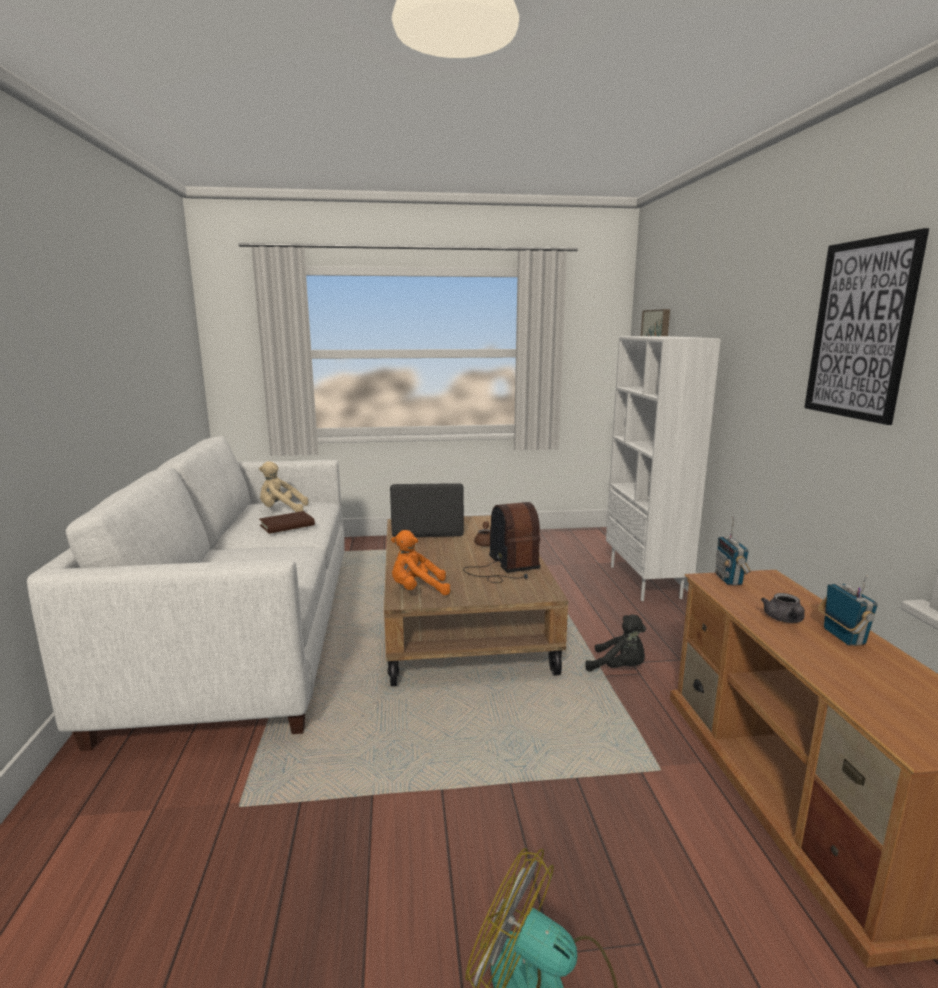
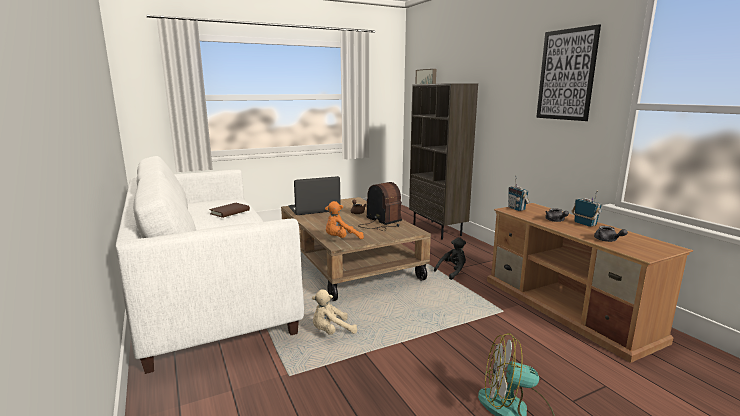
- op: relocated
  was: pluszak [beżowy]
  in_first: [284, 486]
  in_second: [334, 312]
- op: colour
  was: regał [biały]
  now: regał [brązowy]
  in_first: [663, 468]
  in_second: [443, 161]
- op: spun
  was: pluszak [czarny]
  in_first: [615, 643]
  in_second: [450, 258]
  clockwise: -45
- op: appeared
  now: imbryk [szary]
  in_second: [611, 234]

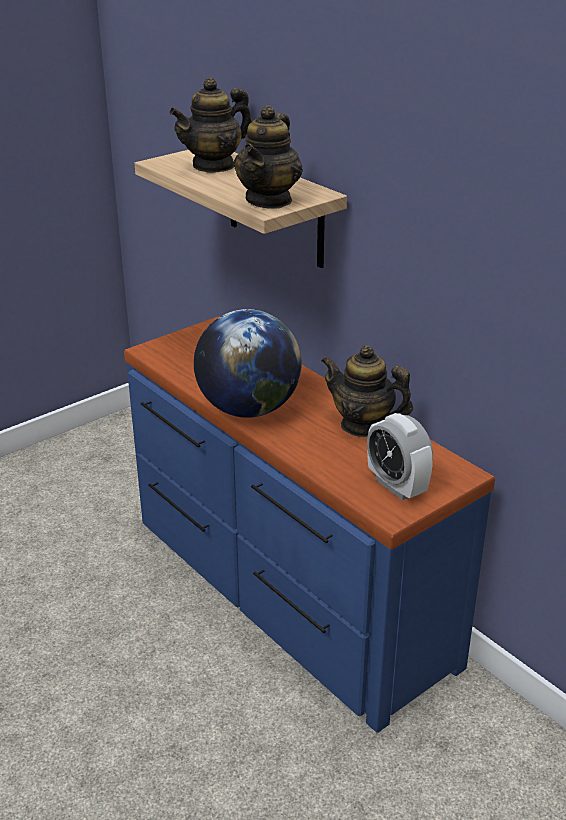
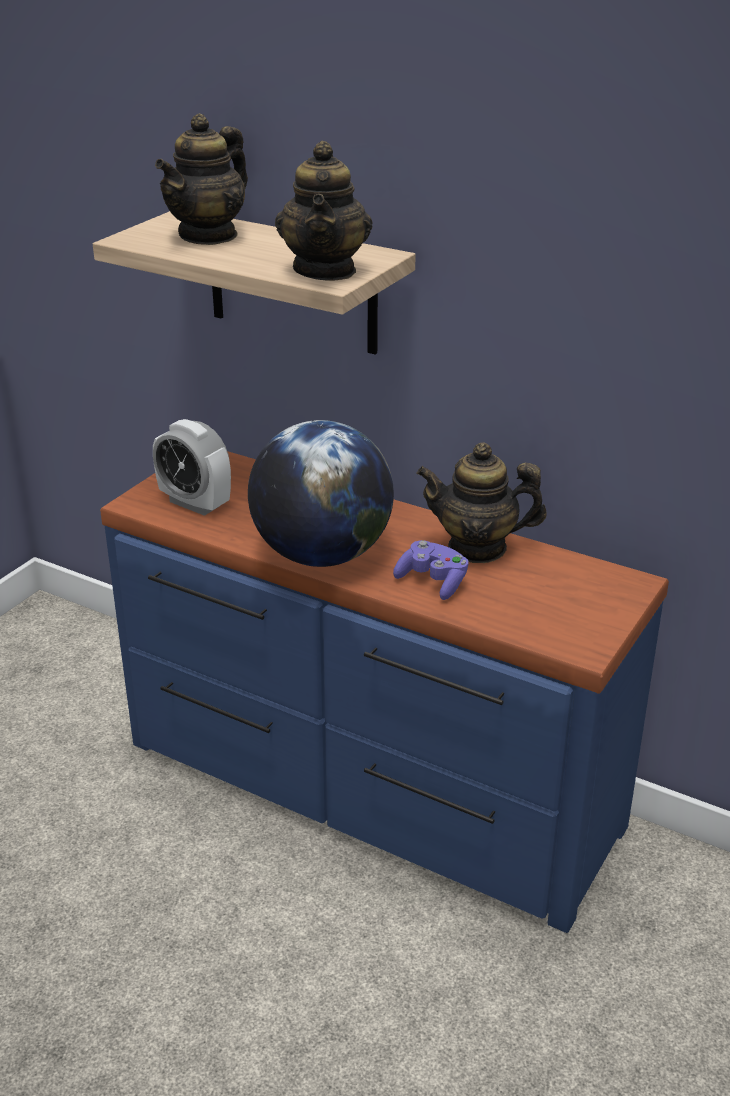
- op: relocated
  was: budzik
  in_first: [400, 456]
  in_second: [192, 467]
- op: appeared
  now: pad do gier [fioletowy]
  in_second: [431, 570]

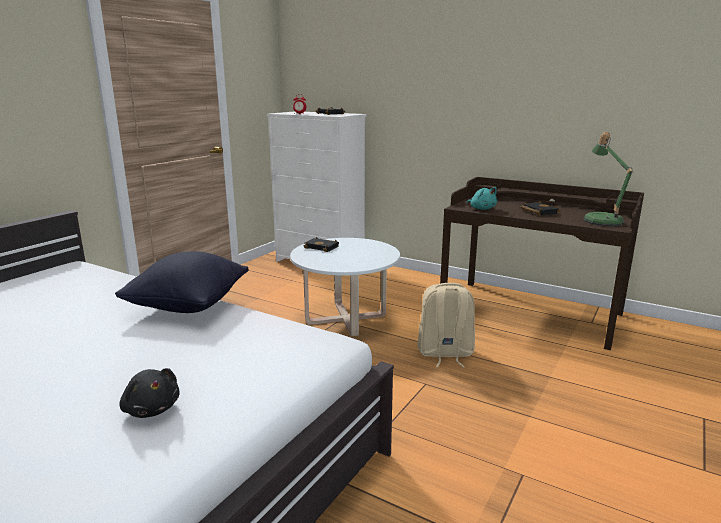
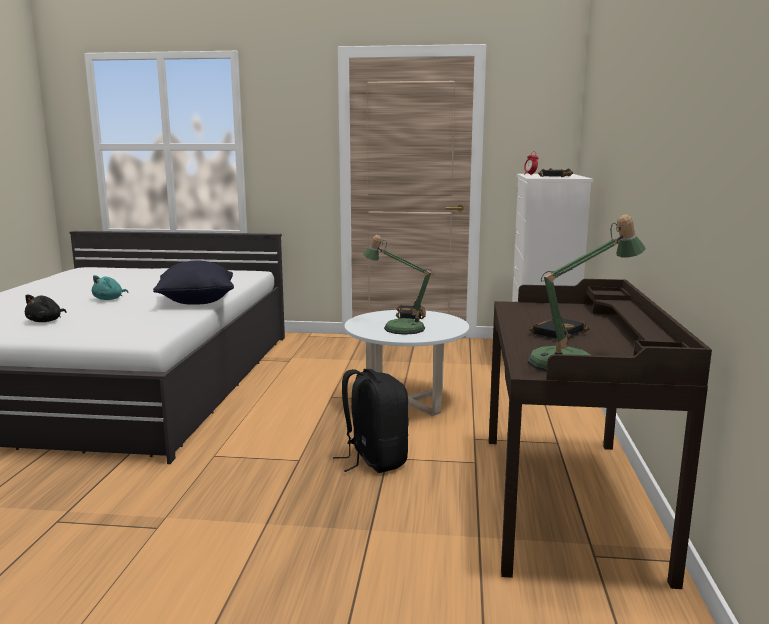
- op: relocated
  was: pluszak [turkusowy]
  in_first: [482, 198]
  in_second: [110, 287]
- op: colour
  was: plecak [beżowy]
  now: plecak [czarny]
  in_first: [446, 325]
  in_second: [371, 421]
- op: appeared
  now: lampa stołowa
  in_second: [398, 285]

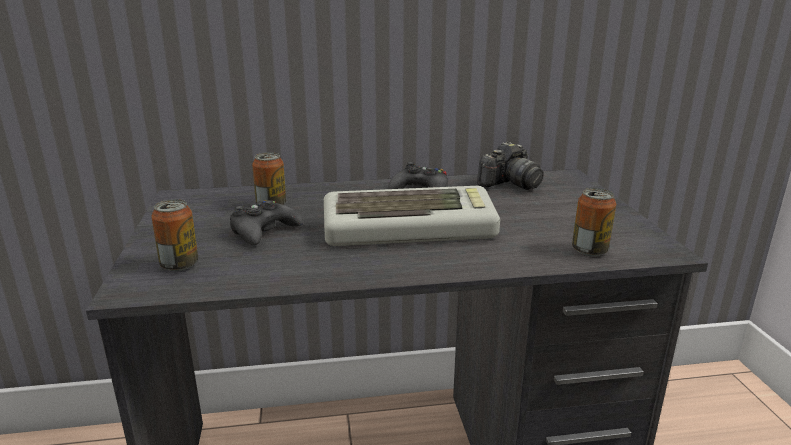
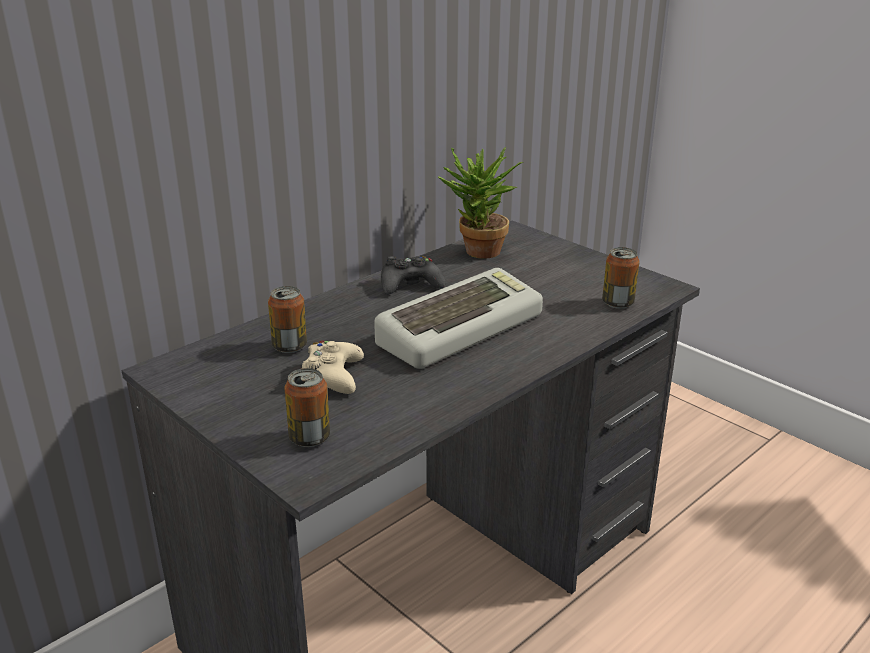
- op: colour
  was: pad do gier [czarny]
  now: pad do gier [beżowy]
  in_first: [266, 222]
  in_second: [333, 367]
- op: exchanged
  was: aparat fotograficzny
  now: roślina doniczkowa
  in_first: [510, 166]
  in_second: [480, 203]

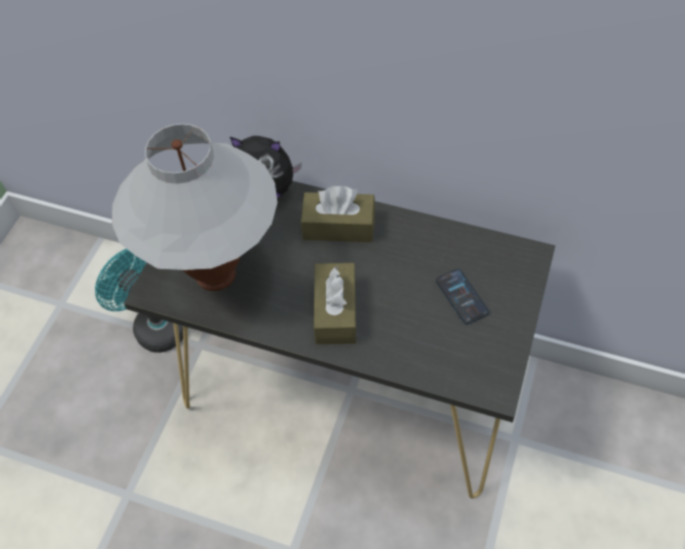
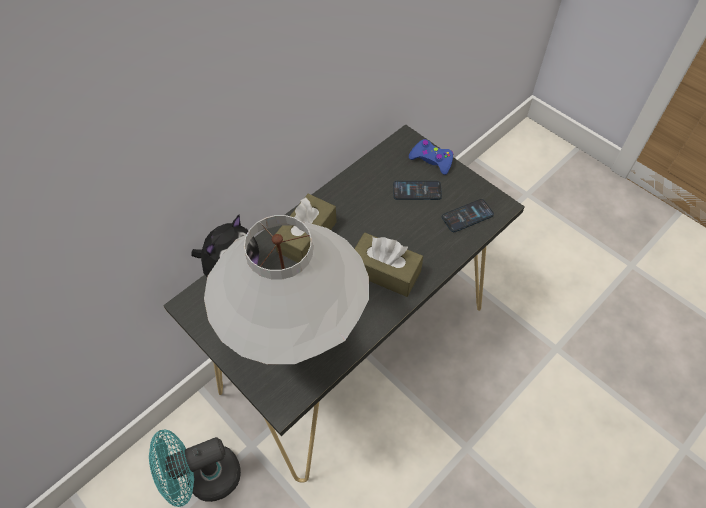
- op: appeared
  now: pad do gier [niebieski]
  in_second: [431, 157]
- op: appeared
  now: telefon
  in_second: [468, 215]

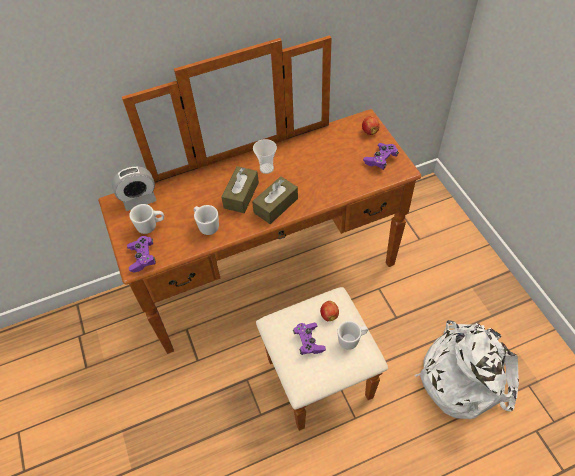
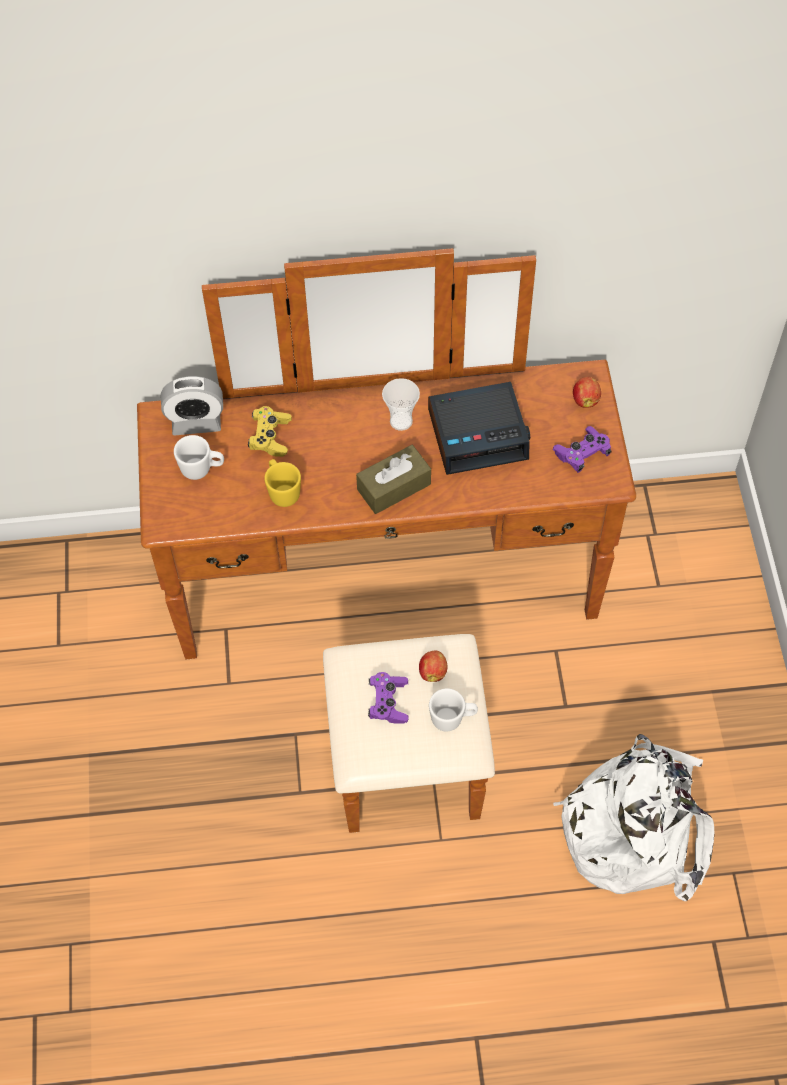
- op: appeared
  now: pad do gier [żółty]
  in_second: [270, 431]
- op: colour
  was: kubek [biały]
  now: kubek [żółty]
  in_first: [206, 220]
  in_second: [282, 483]
- op: appeared
  now: budzik
  in_second: [479, 428]
- op: missing
  was: pad do gier [fioletowy]
  in_first: [141, 254]
- op: missing
  was: pudełko chusteczek [brązowy]
  in_first: [240, 189]

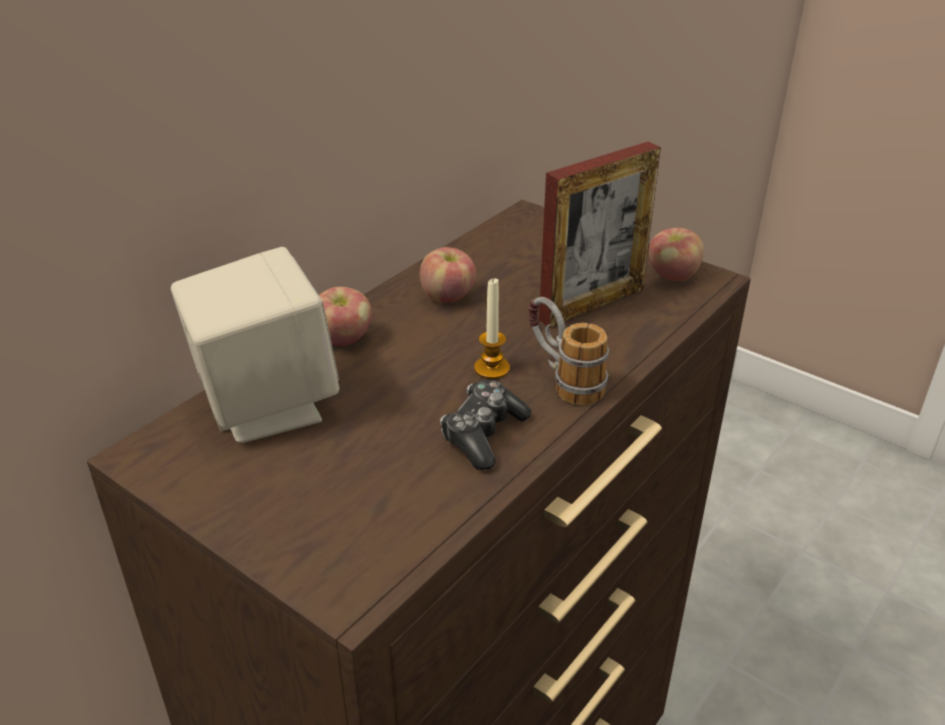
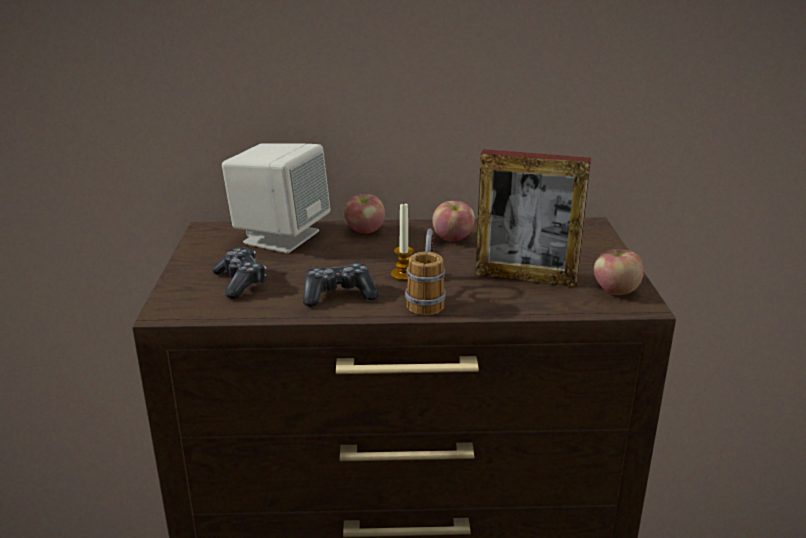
- op: appeared
  now: pad do gier
  in_second: [239, 273]

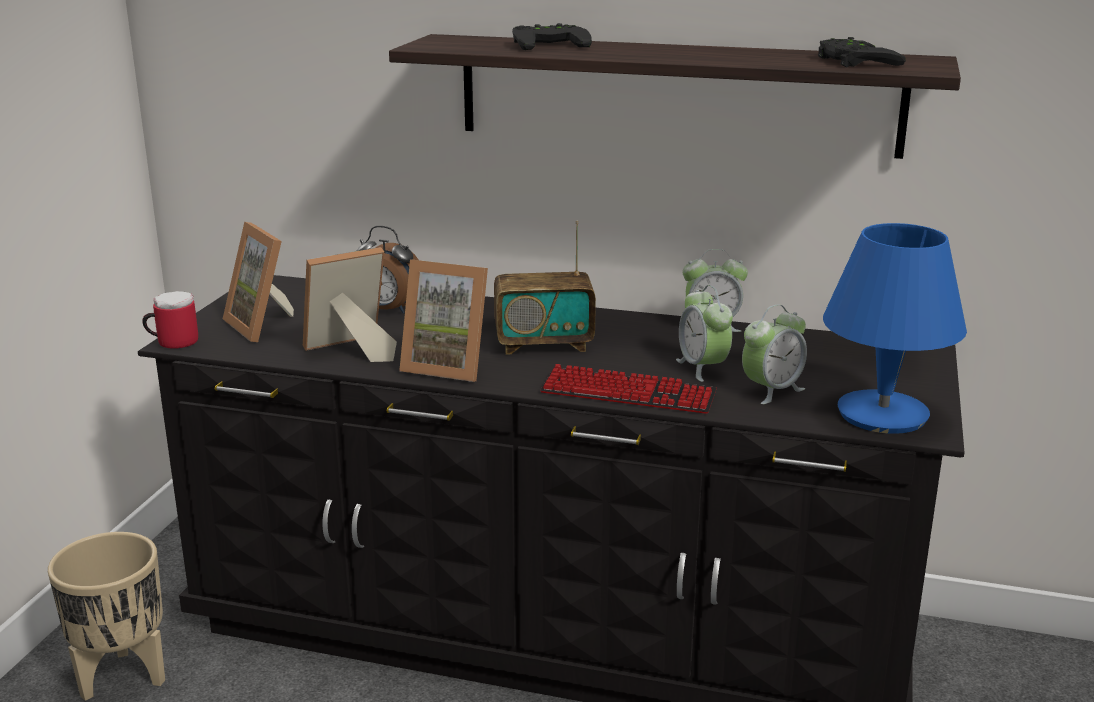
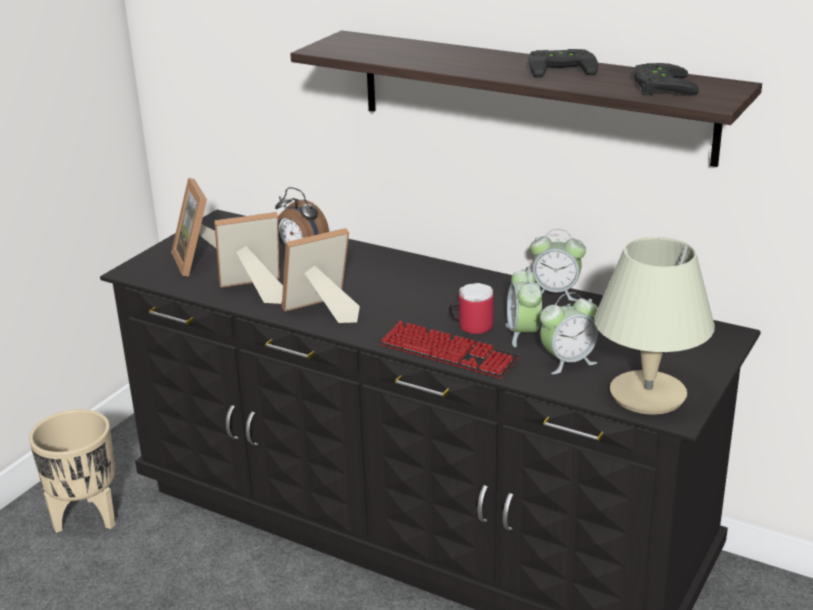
- op: spun
  was: ramka na zdjęcie
  in_first: [443, 321]
  in_second: [321, 275]
  clockwise: 120
- op: relocated
  was: kubek
  in_first: [170, 320]
  in_second: [471, 308]
- op: relocated
  was: pad do gier [czarny]
  in_first: [552, 36]
  in_second: [563, 63]
- op: colour
  was: lampa stołowa [niebieski]
  now: lampa stołowa [beżowy]
  in_first: [895, 328]
  in_second: [654, 325]
- op: missing
  was: radio
  in_first: [545, 288]

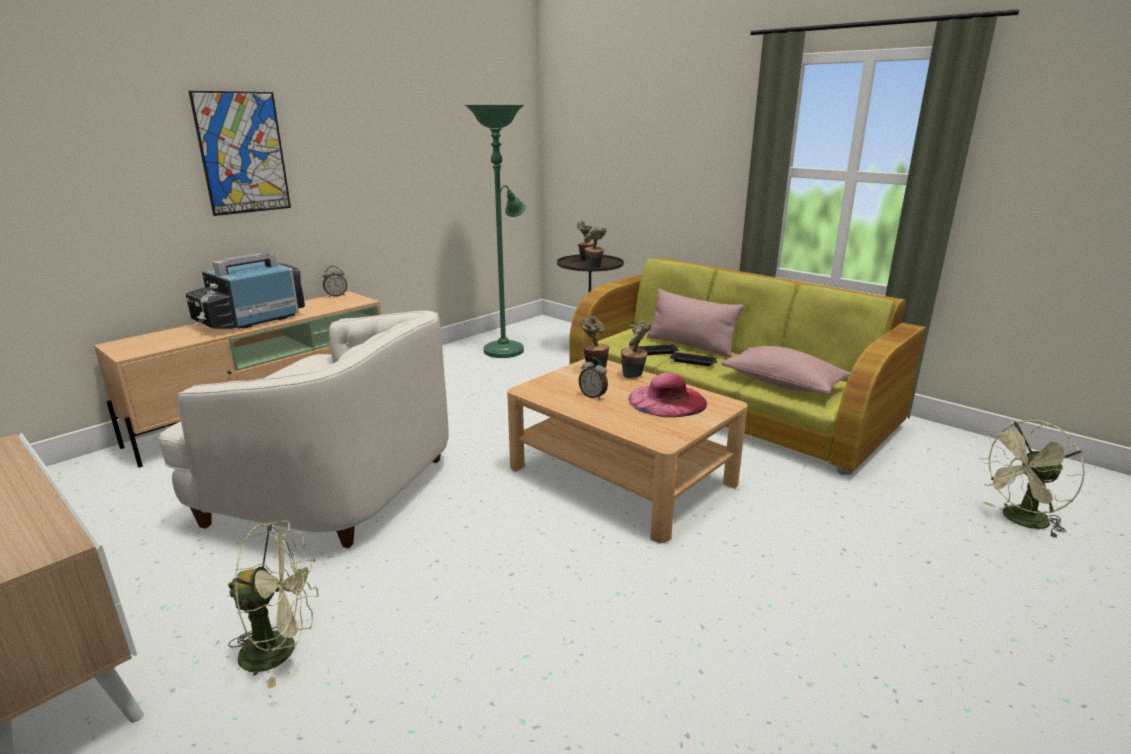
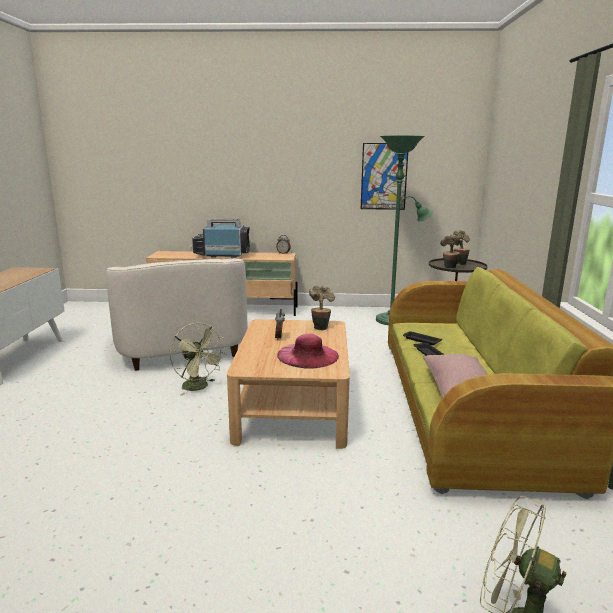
- op: relocated
  was: wentylator [zielony]
  in_first: [273, 605]
  in_second: [198, 359]
- op: relocated
  was: obraz
  in_first: [240, 153]
  in_second: [384, 176]
- op: missing
  was: roślina doniczkowa
  in_first: [636, 349]
- op: missing
  was: poduszka [różowy]
  in_first: [695, 323]

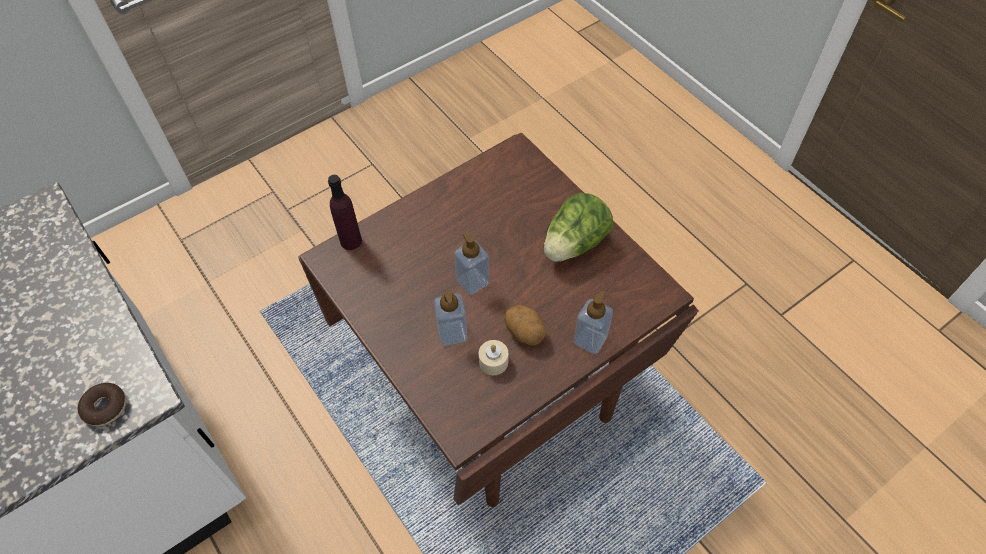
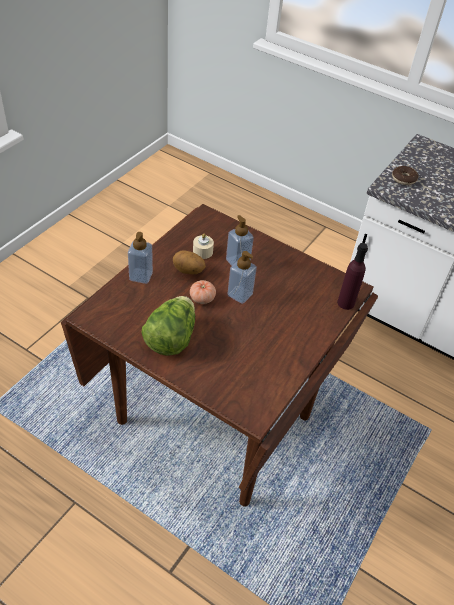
- op: appeared
  now: pomidor
  in_second: [203, 292]

